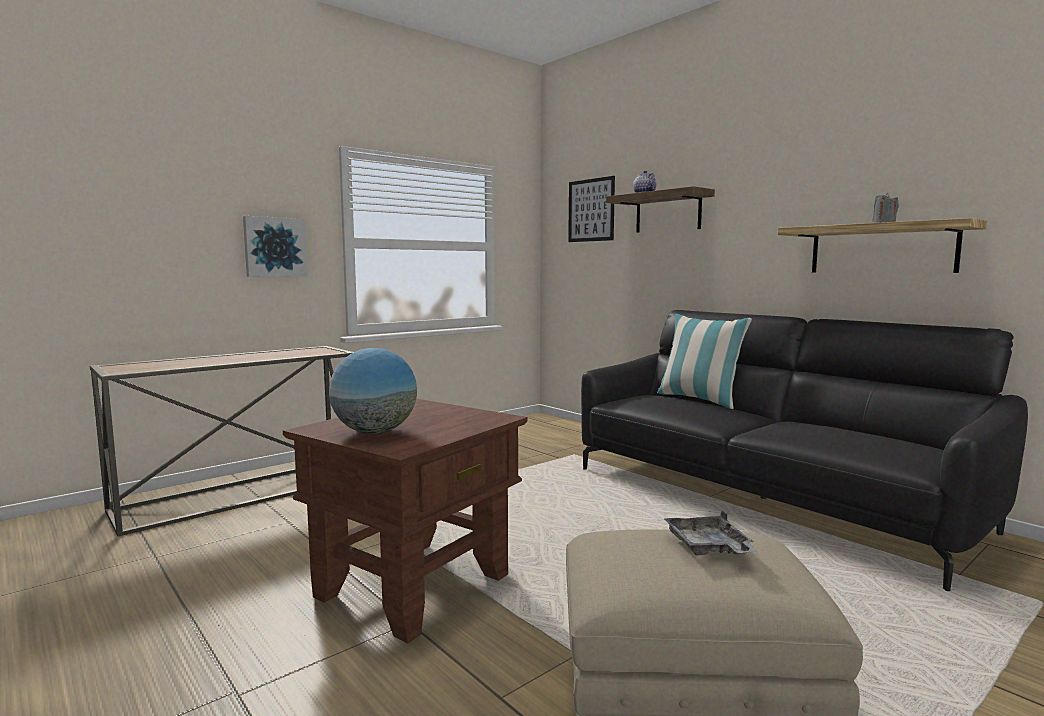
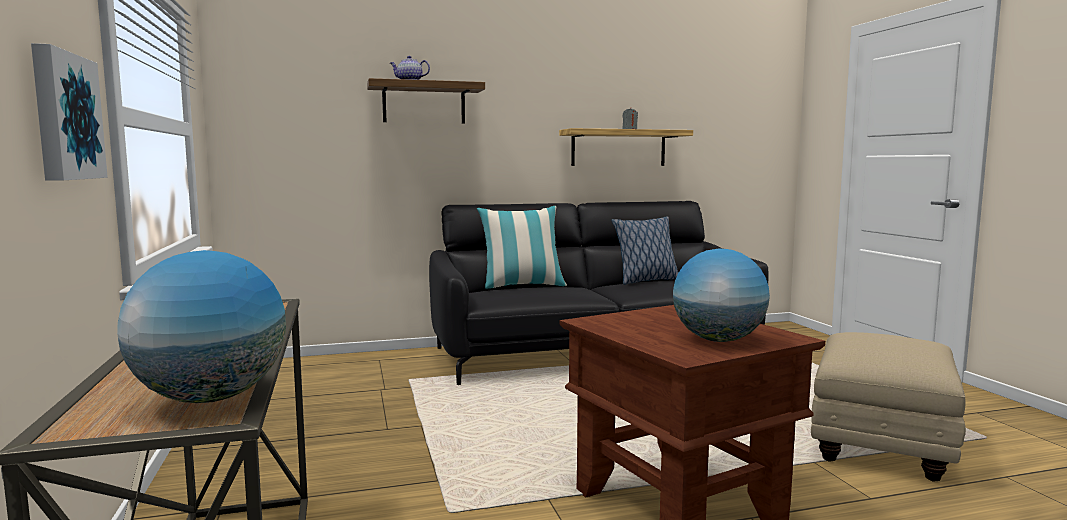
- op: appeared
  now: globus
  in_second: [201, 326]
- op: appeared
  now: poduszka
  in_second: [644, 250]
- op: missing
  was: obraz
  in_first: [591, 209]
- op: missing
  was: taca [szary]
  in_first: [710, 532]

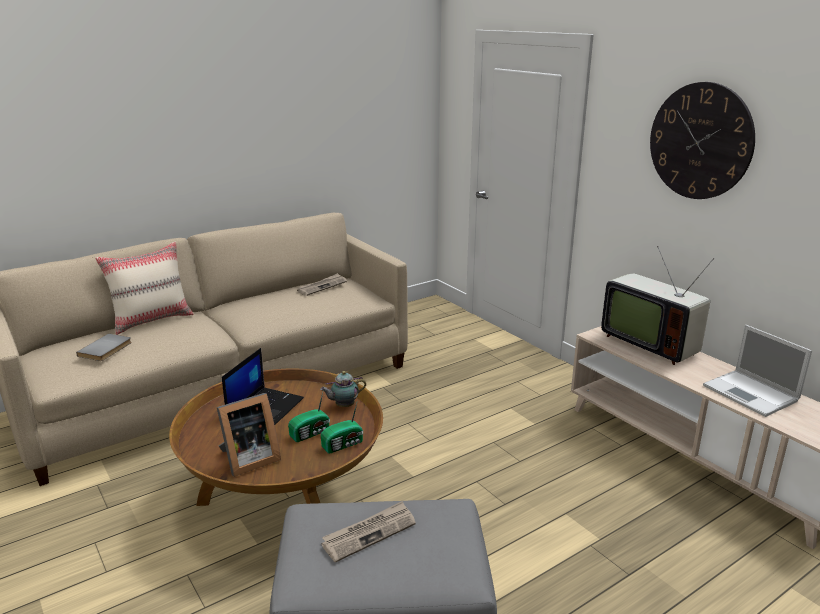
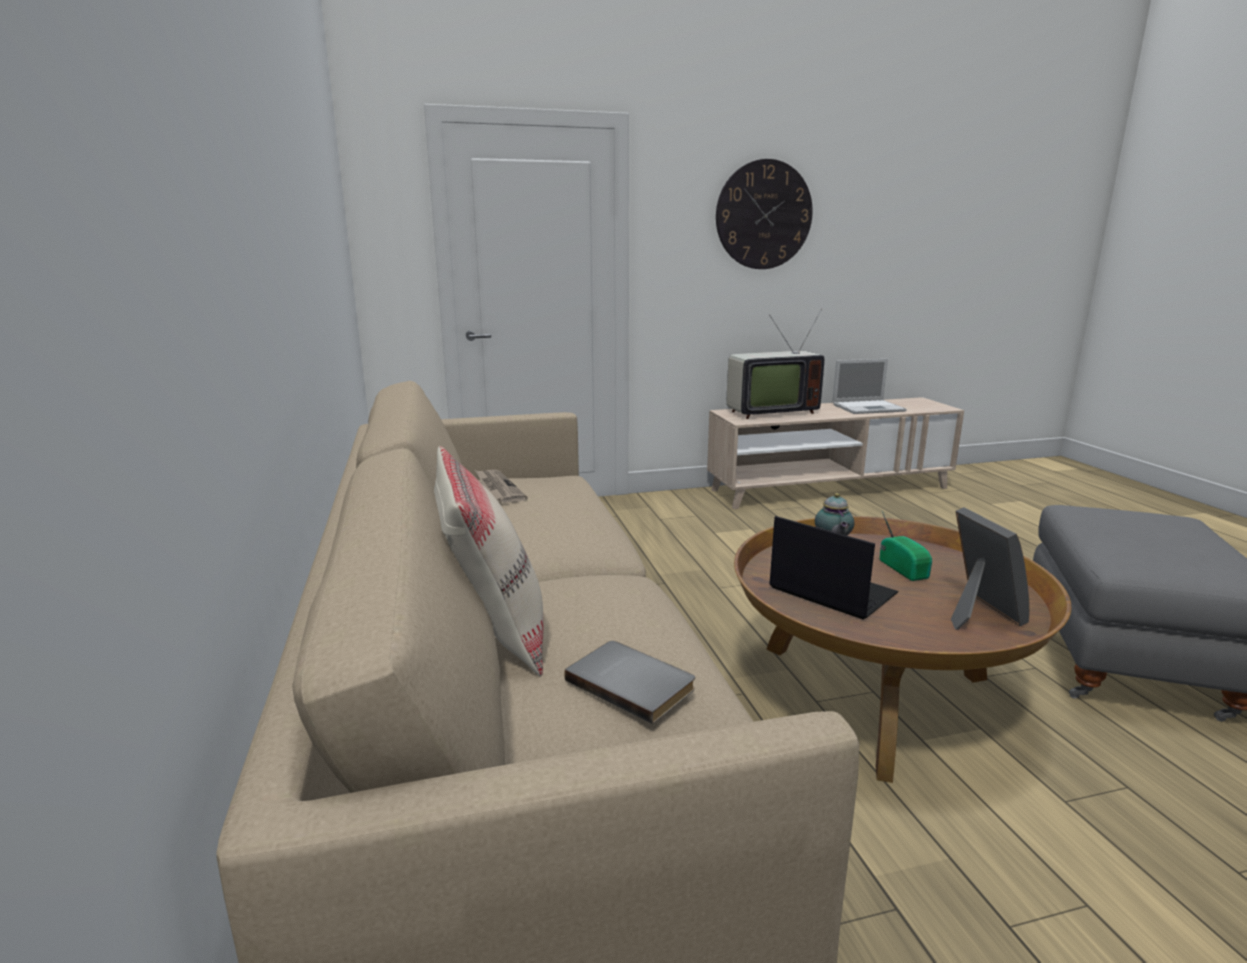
- op: missing
  was: radio
  in_first: [342, 427]
- op: missing
  was: gazeta
  in_first: [368, 532]

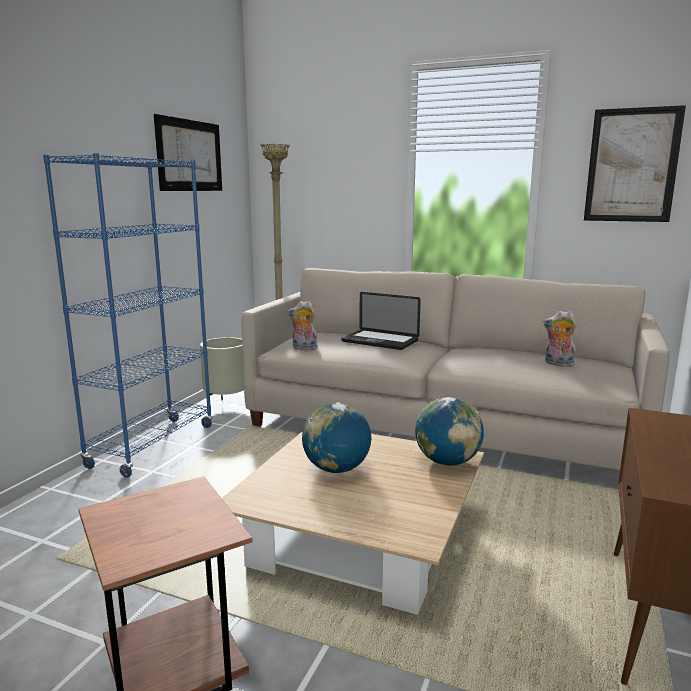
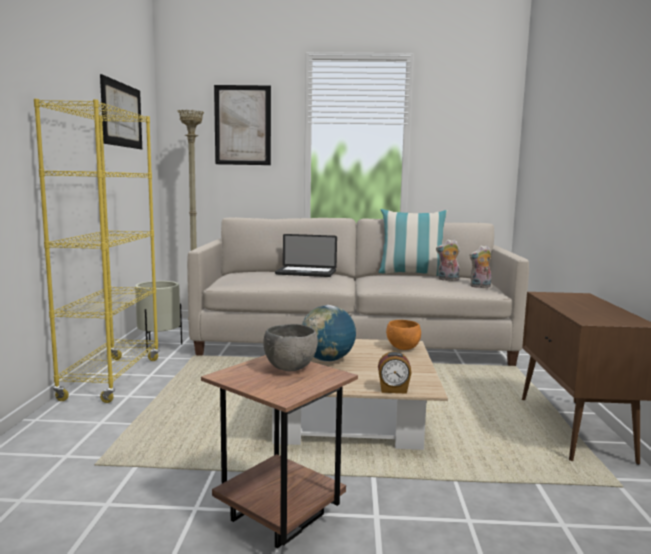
- op: colour
  was: regał [niebieski]
  now: regał [żółty]
  in_first: [128, 315]
  in_second: [97, 251]
- op: relocated
  was: obraz
  in_first: [635, 163]
  in_second: [242, 125]
- op: appeared
  now: miska [szary]
  in_second: [290, 347]
- op: appeared
  now: budzik
  in_second: [395, 372]
- op: appeared
  now: poduszka
  in_second: [413, 242]
- op: exchanged
  was: globus
  now: miska [pomarańczowy]
  in_first: [449, 431]
  in_second: [403, 335]
- op: relocated
  was: pluszak
  in_first: [303, 325]
  in_second: [480, 266]

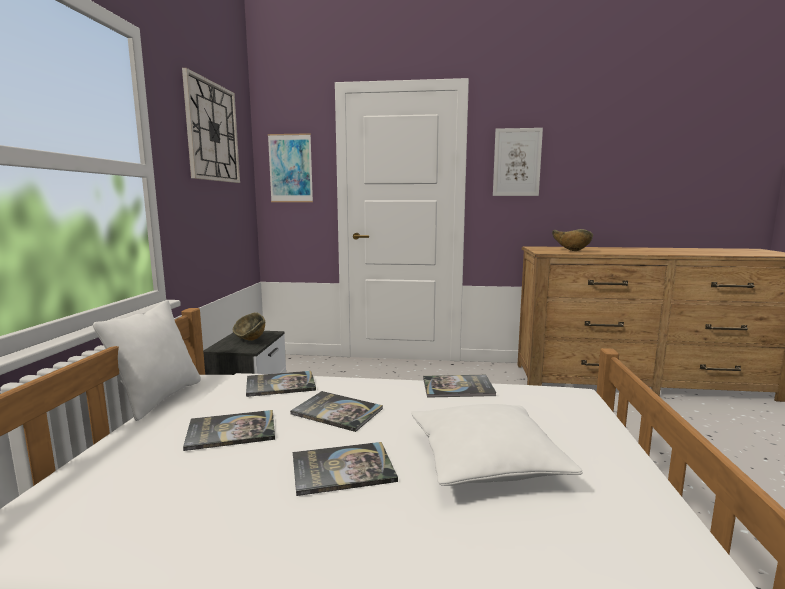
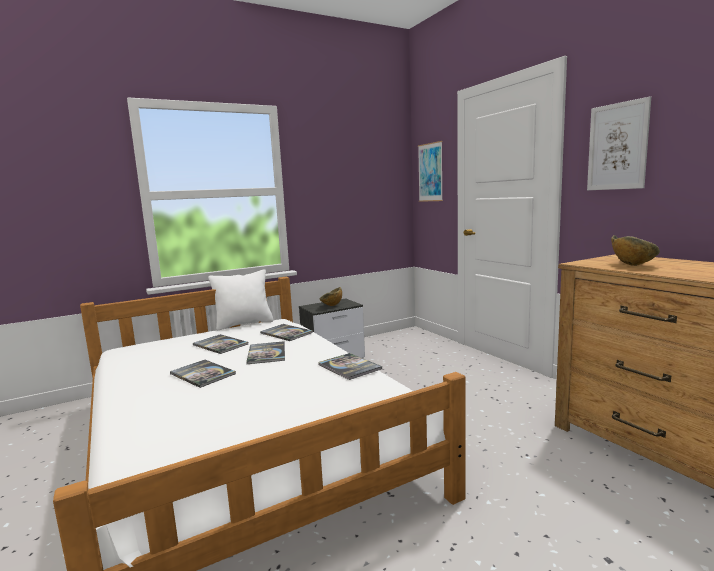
- op: missing
  was: zegar ścienny
  in_first: [211, 125]
- op: missing
  was: poduszka [biały]
  in_first: [497, 445]

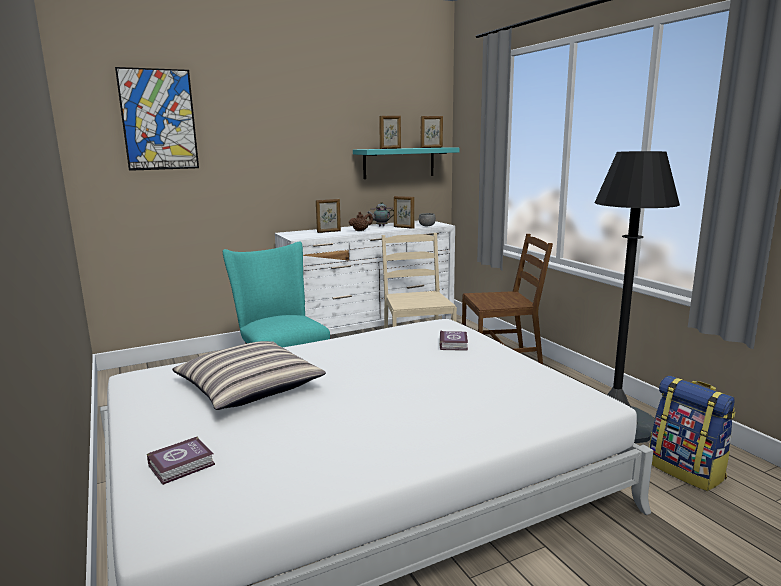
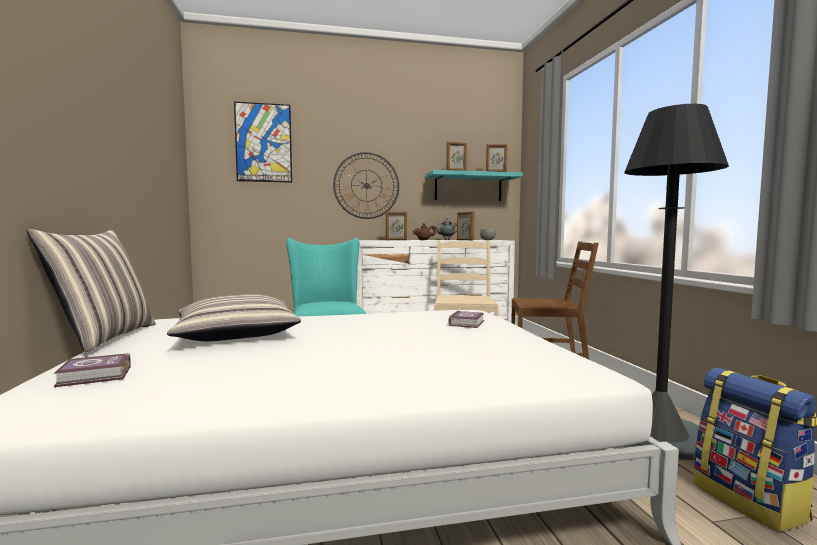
- op: appeared
  now: poduszka
  in_second: [91, 290]
- op: appeared
  now: zegar ścienny
  in_second: [366, 185]

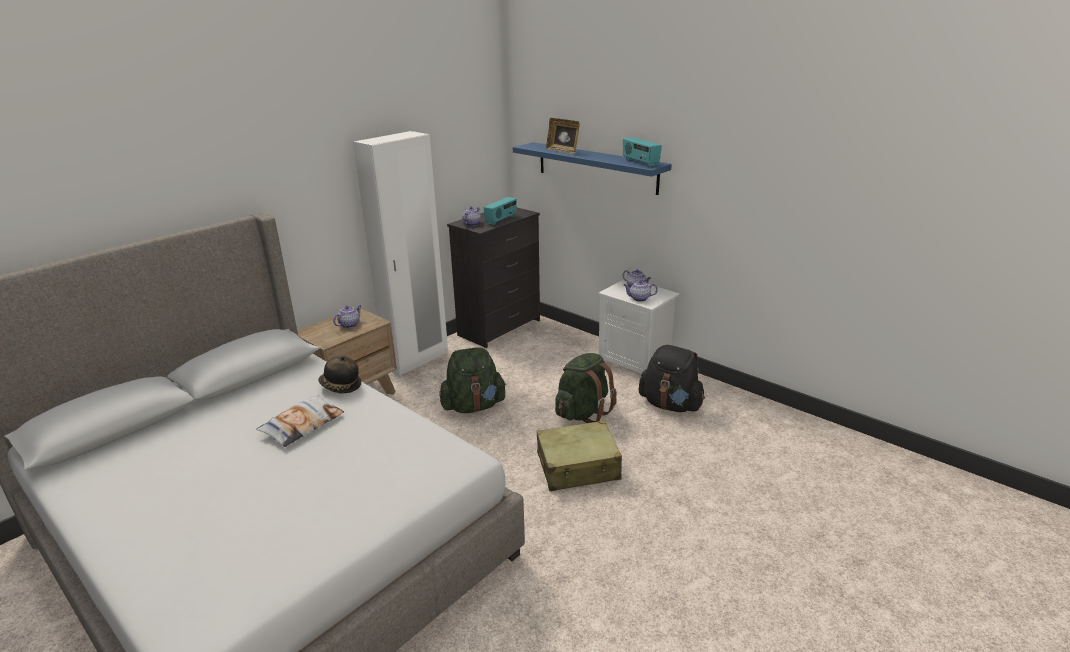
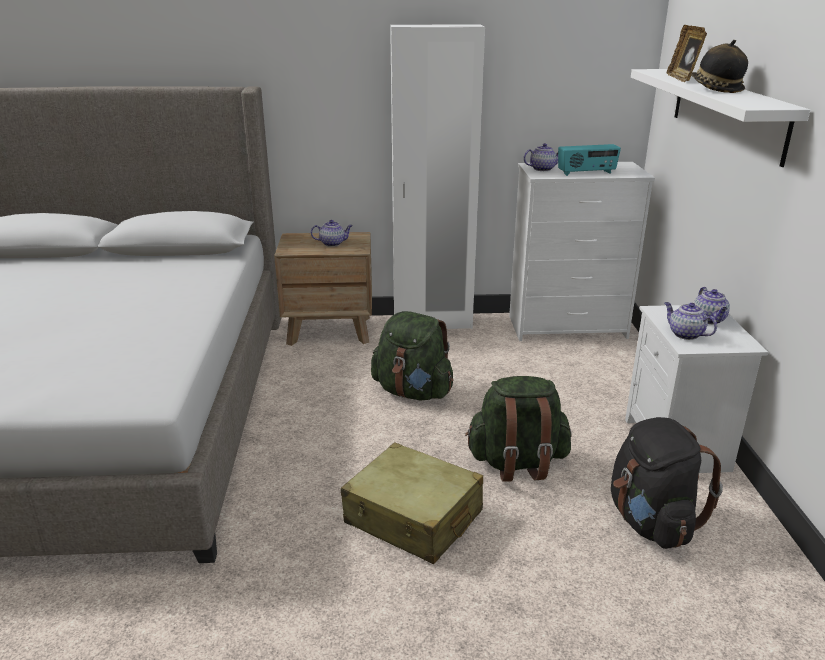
- op: colour
  was: komoda [czarny]
  now: komoda [biały]
  in_first: [493, 277]
  in_second: [582, 251]
- op: colour
  was: półka [niebieski]
  now: półka [biały]
  in_first: [592, 168]
  in_second: [720, 118]
- op: relocated
  was: kapelusz
  in_first: [339, 374]
  in_second: [719, 66]
- op: missing
  was: poduszka
  in_first: [300, 421]
- op: missing
  was: radio
  in_first: [642, 152]

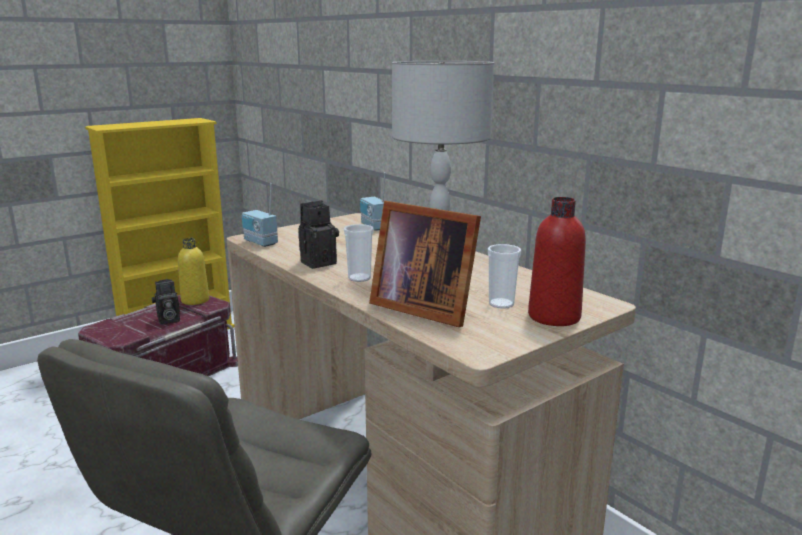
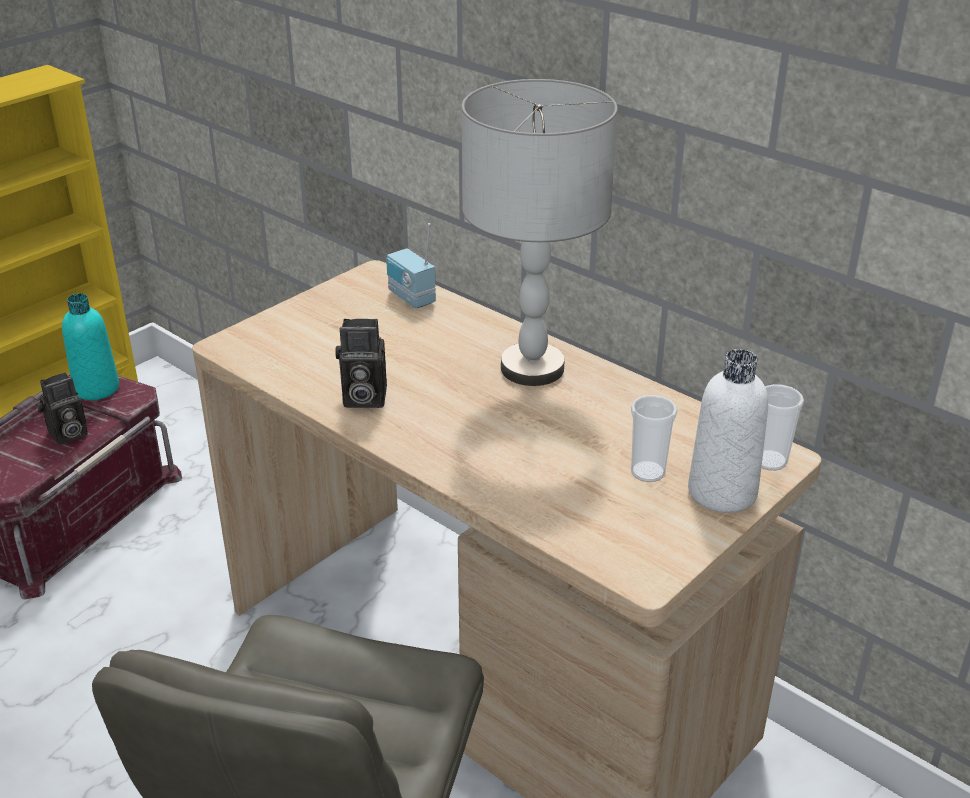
- op: colour
  was: butelka [żółty]
  now: butelka [turkusowy]
  in_first: [193, 271]
  in_second: [90, 346]
- op: spun
  was: aparat fotograficzny
  in_first: [318, 234]
  in_second: [361, 363]
  clockwise: -135
- op: colour
  was: butelka [czerwony]
  now: butelka [biały]
  in_first: [557, 261]
  in_second: [728, 431]
- op: relocated
  was: filiżanka
  in_first: [359, 253]
  in_second: [782, 427]
- op: missing
  was: radio
  in_first: [260, 215]
- op: missing
  was: ramka na zdjęcie
  in_first: [425, 264]

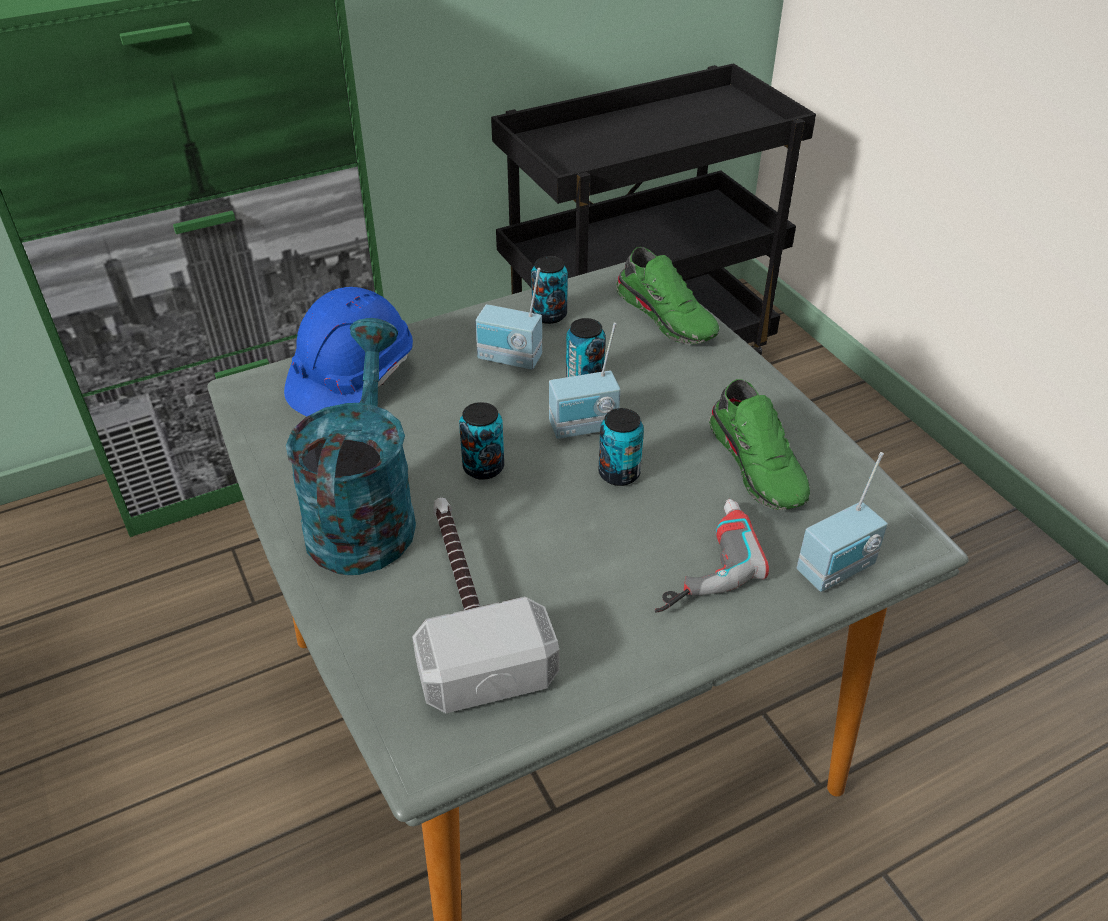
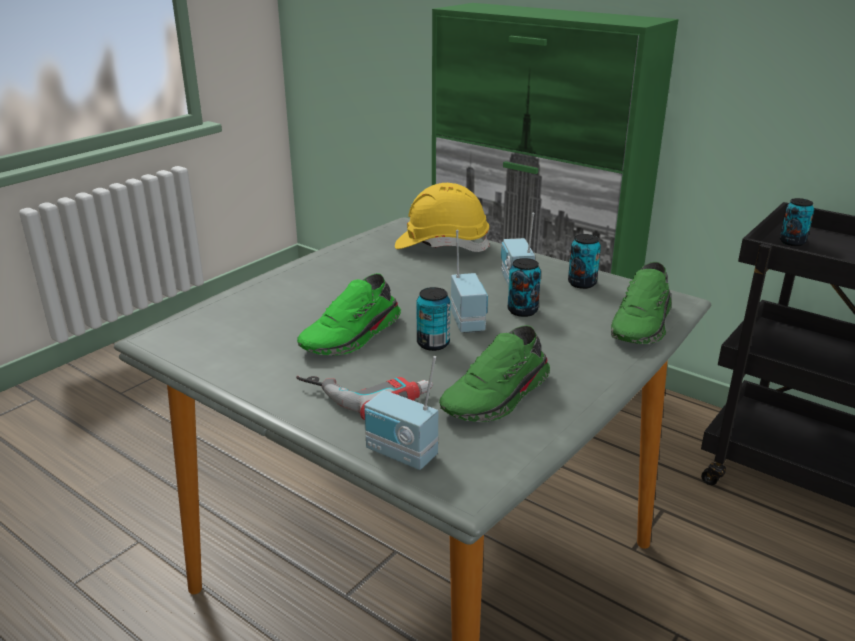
- op: appeared
  now: but [zielony]
  in_second: [349, 314]
- op: colour
  was: kask [niebieski]
  now: kask [żółty]
  in_first: [348, 351]
  in_second: [442, 217]
- op: spun
  was: radio
  in_first: [584, 381]
  in_second: [469, 281]
  clockwise: -150
- op: relocated
  was: puszka
  in_first: [481, 441]
  in_second: [797, 222]
- op: missing
  was: konewka [turkusowy]
  in_first: [351, 446]
- op: missing
  was: młotek
  in_first: [485, 605]

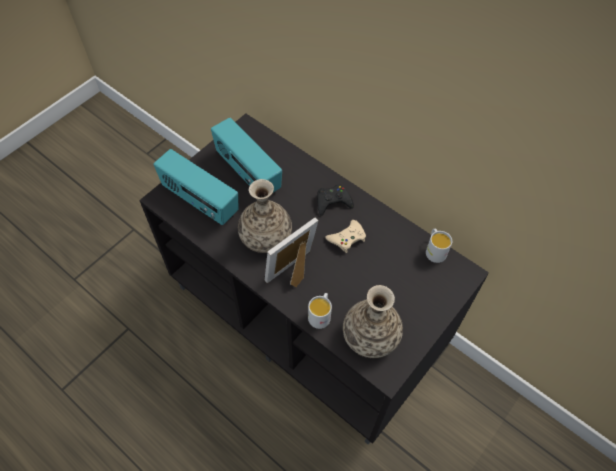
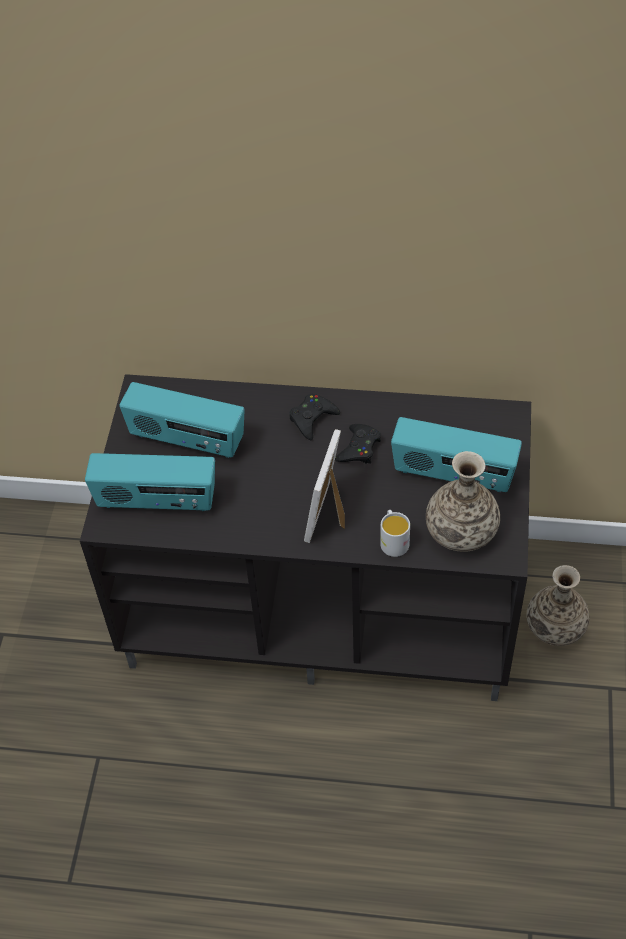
- op: colour
  was: pad do gier [beżowy]
  now: pad do gier [czarny]
  in_first: [345, 236]
  in_second: [358, 444]
- op: appeared
  now: radio
  in_second: [456, 454]
- op: relocated
  was: wazon
  in_first: [265, 216]
  in_second: [558, 605]
- op: missing
  was: kubek [biały]
  in_first: [439, 246]

